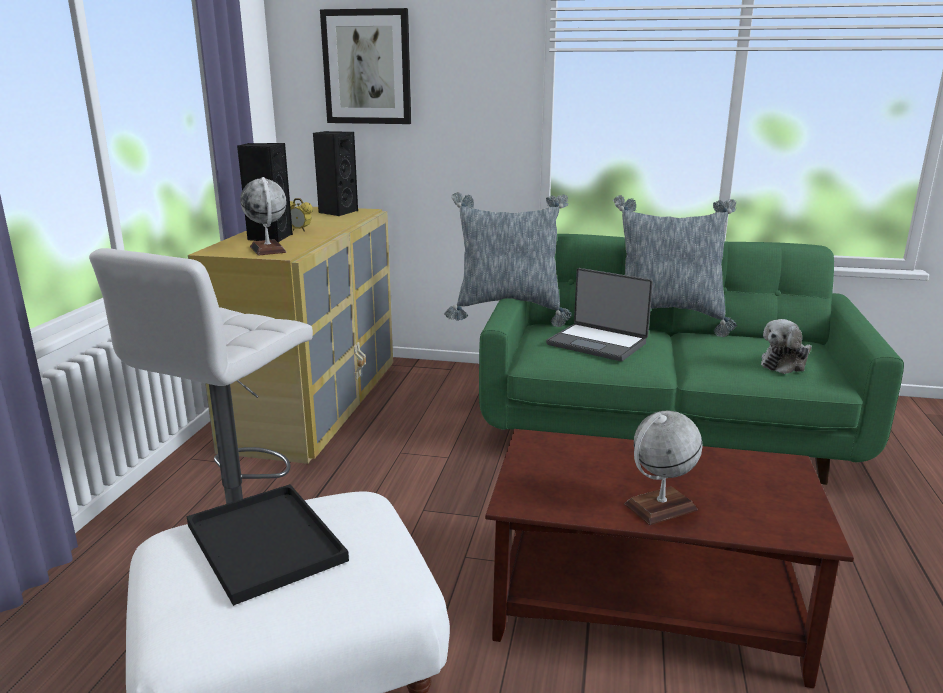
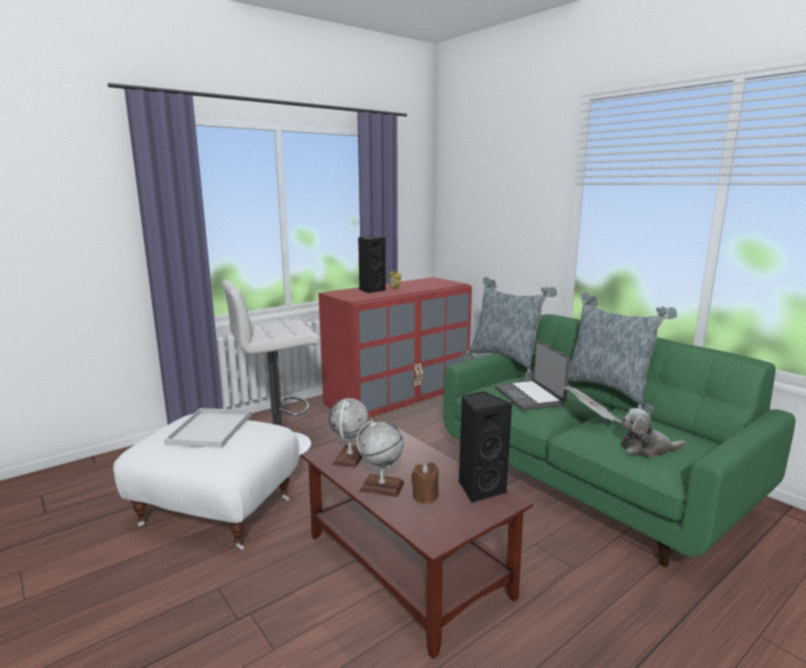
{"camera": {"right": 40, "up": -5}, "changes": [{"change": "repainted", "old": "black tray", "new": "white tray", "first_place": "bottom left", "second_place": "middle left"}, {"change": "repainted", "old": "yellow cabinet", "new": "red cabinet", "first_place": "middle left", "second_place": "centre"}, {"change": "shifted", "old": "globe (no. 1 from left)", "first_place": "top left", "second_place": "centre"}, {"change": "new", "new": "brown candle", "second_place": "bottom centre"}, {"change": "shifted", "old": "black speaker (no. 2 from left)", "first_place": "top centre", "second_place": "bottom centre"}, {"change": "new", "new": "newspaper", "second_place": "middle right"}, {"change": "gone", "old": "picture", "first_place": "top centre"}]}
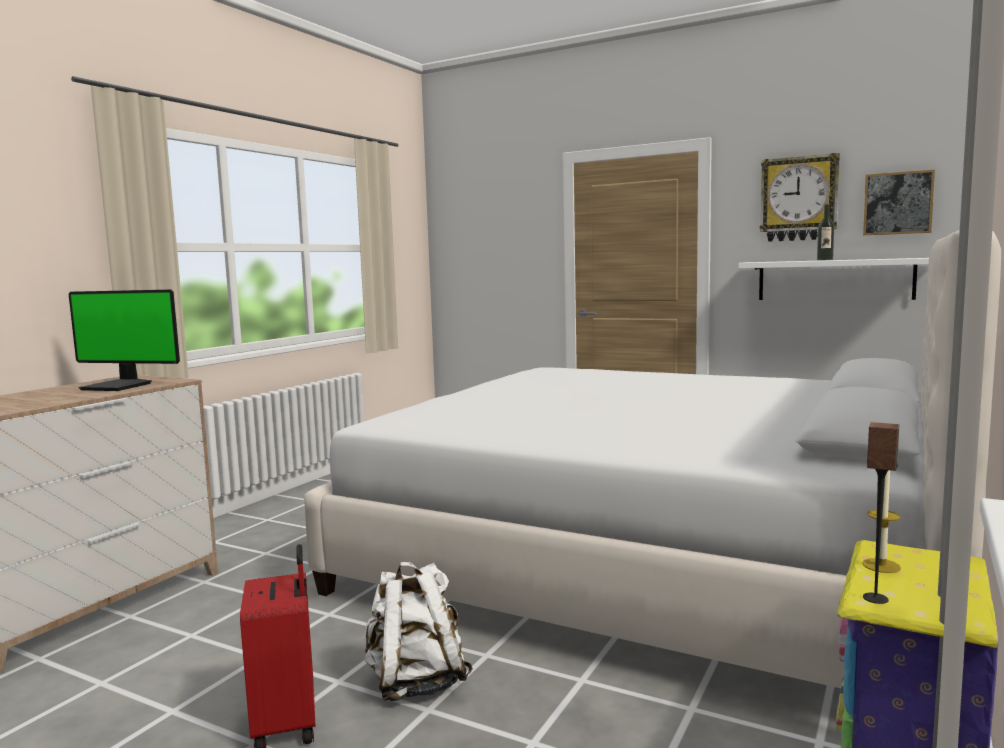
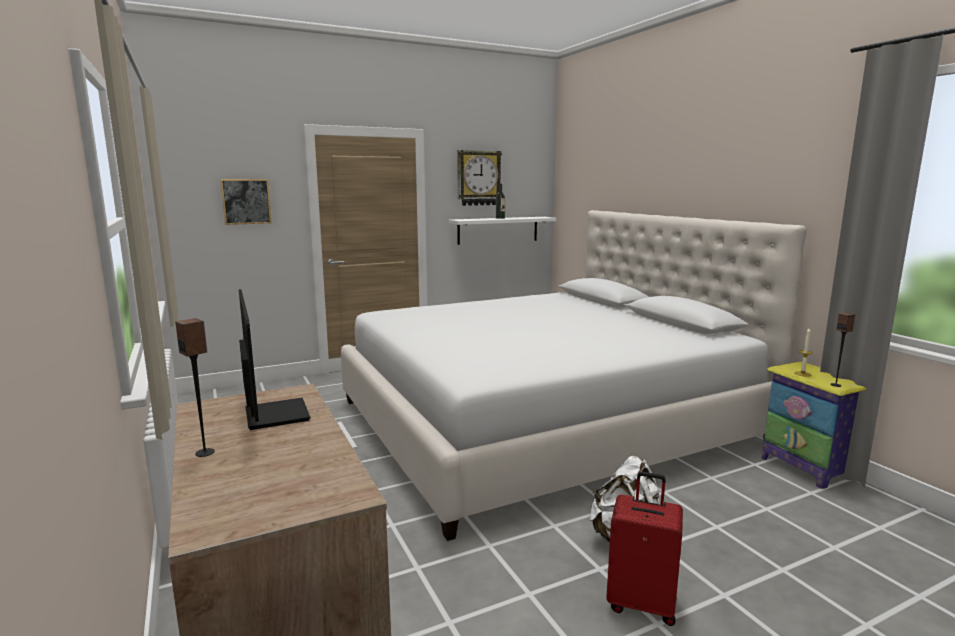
{"camera": {"right": -55, "up": 5}, "changes": [{"change": "new", "new": "speaker (no. 1 from left)", "second_place": "middle left"}, {"change": "shifted", "old": "picture", "first_place": "top right", "second_place": "top left"}, {"change": "rotated", "old": "monitor", "first_place": "middle left", "second_place": "middle left", "degrees": -75}]}
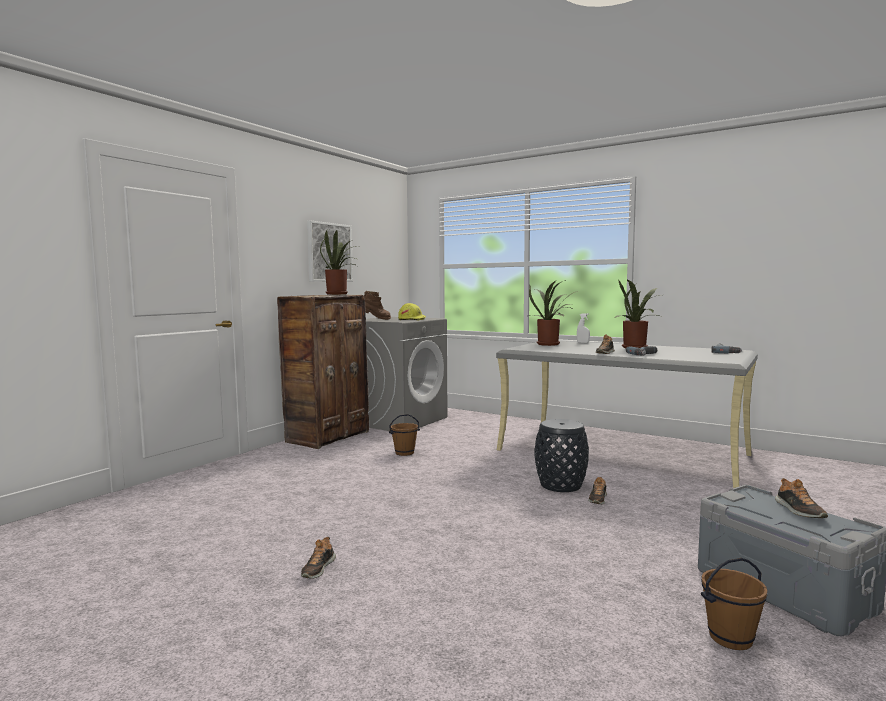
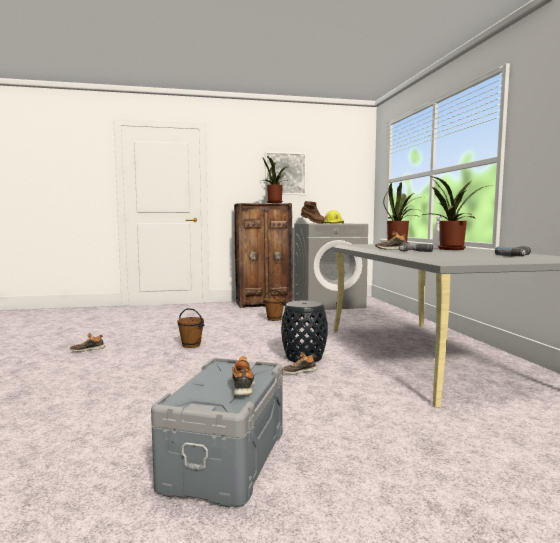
{"camera": {"right": 45, "up": 0}, "changes": [{"change": "shifted", "old": "brown bucket (no. 2 from left in the first image)", "new": "brown bucket (no. 1 from left)", "first_place": "bottom right", "second_place": "centre"}, {"change": "rotated", "old": "shoe (no. 4 from left in the first image)", "first_place": "bottom right", "second_place": "bottom centre", "degrees": 135}]}
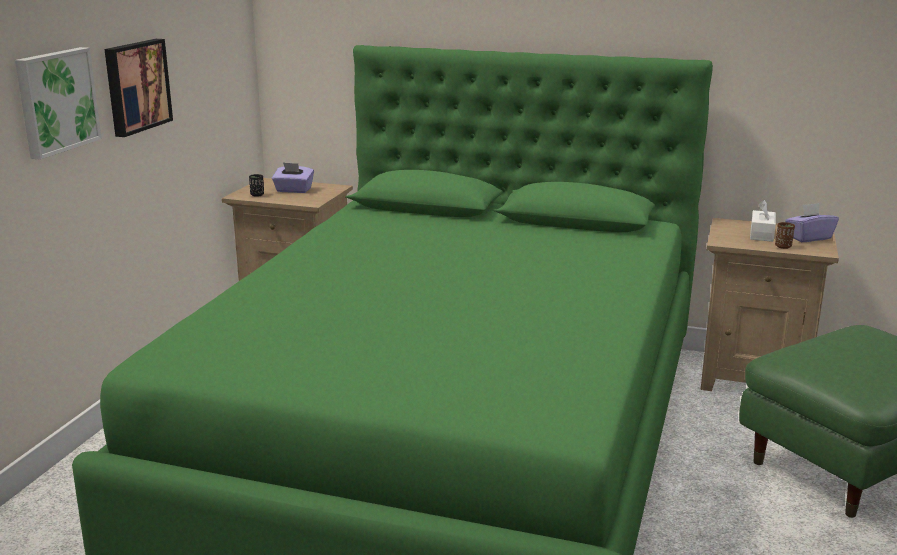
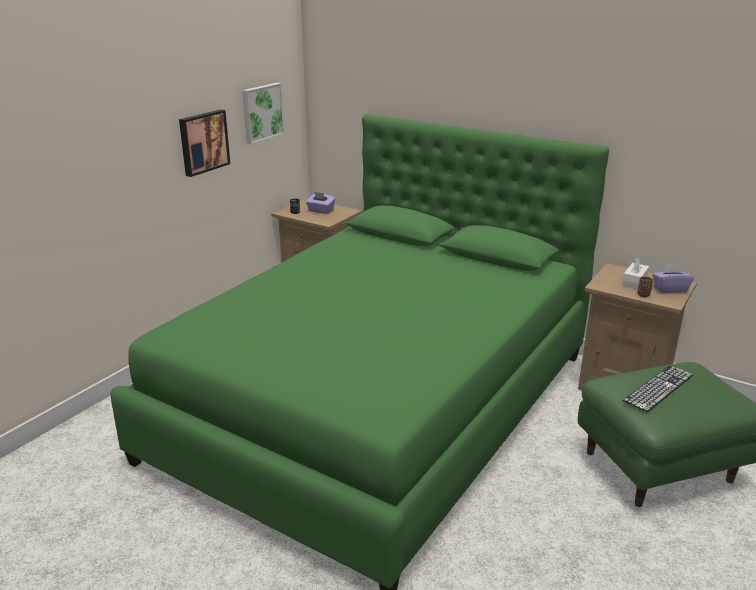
{"camera": {"right": 15, "up": 5}, "changes": [{"change": "shifted", "old": "picture (no. 1 from left in the first image)", "new": "picture (no. 2 from left)", "first_place": "top left", "second_place": "top centre"}, {"change": "new", "new": "keyboard", "second_place": "middle right"}]}
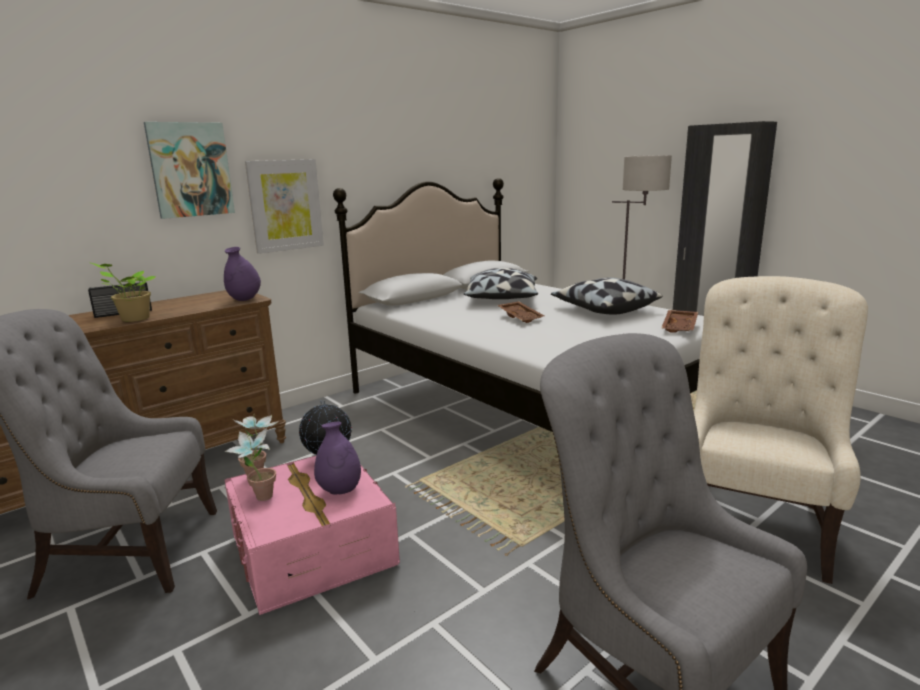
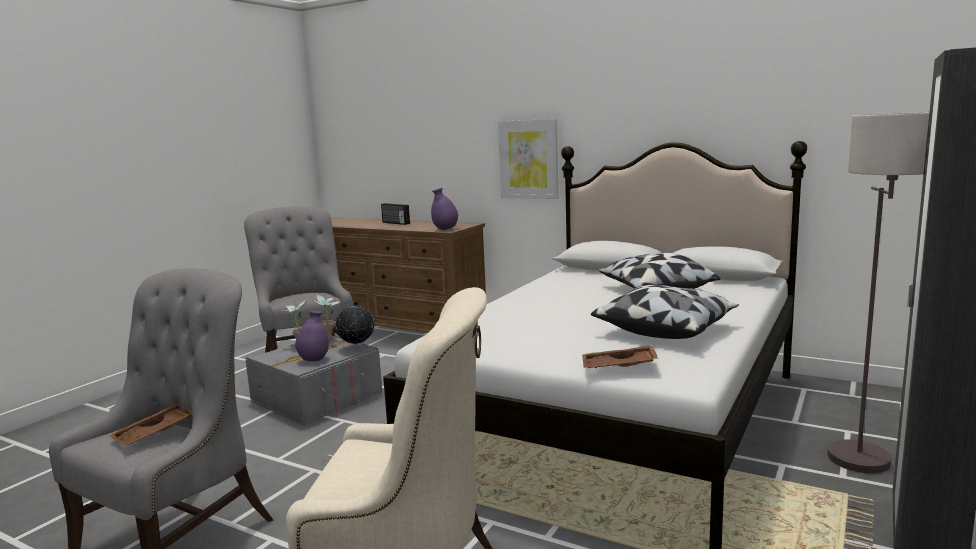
{"camera": {"right": 70, "up": -5}, "changes": [{"change": "shifted", "old": "brown tray (no. 1 from left)", "first_place": "centre", "second_place": "bottom left"}, {"change": "repainted", "old": "pink storage box", "new": "grey storage box", "first_place": "bottom centre", "second_place": "bottom left"}, {"change": "gone", "old": "potted plant (no. 1 from left)", "first_place": "middle left"}, {"change": "gone", "old": "picture (no. 1 from left)", "first_place": "top left"}]}
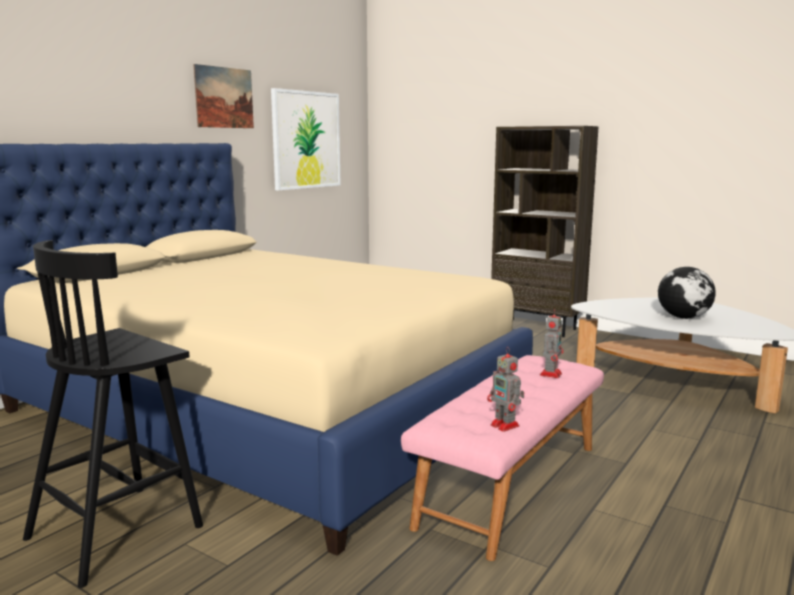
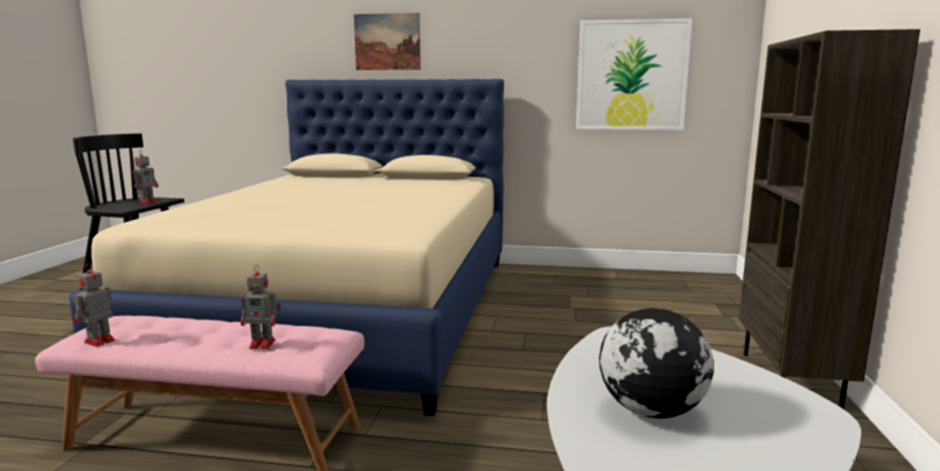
{"camera": {"right": 65, "up": 0}, "changes": [{"change": "new", "new": "toy robot (no. 2 from left)", "second_place": "middle left"}, {"change": "shifted", "old": "picture (no. 1 from left)", "first_place": "top left", "second_place": "top centre"}]}
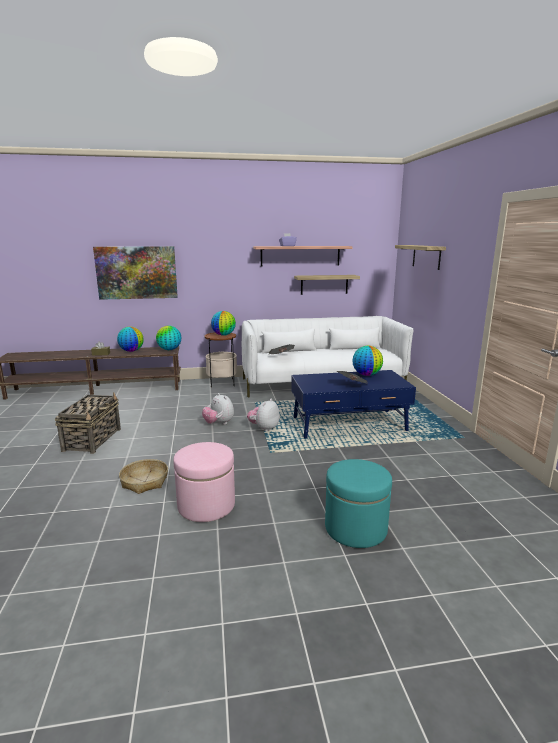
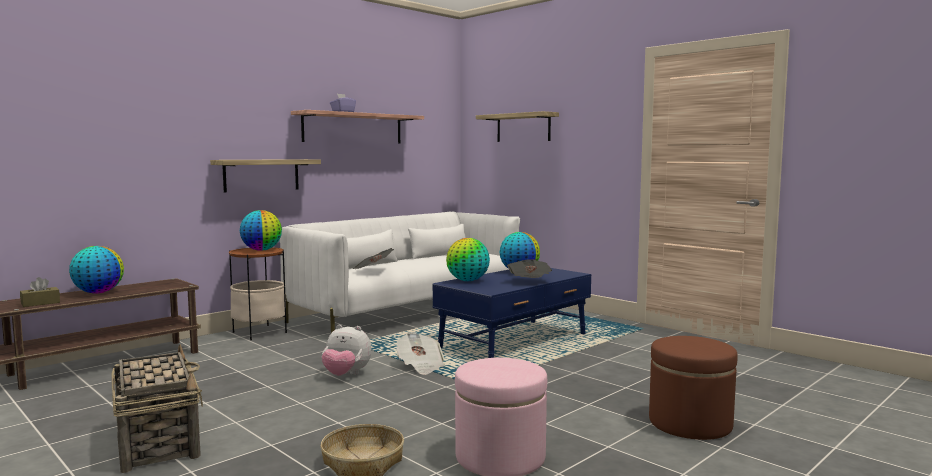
{"camera": {"right": -35, "up": -10}, "changes": [{"change": "shifted", "old": "shelf (no. 2 from left in the first image)", "new": "shelf (no. 1 from left)", "first_place": "centre", "second_place": "middle left"}, {"change": "swapped", "old": "plush toy (no. 2 from left)", "new": "newspaper (no. 2 from left)", "first_place": "centre", "second_place": "bottom centre"}, {"change": "shifted", "old": "globe (no. 2 from left in the first image)", "new": "globe (no. 3 from left)", "first_place": "middle left", "second_place": "centre"}, {"change": "repainted", "old": "turquoise ottoman", "new": "brown ottoman", "first_place": "bottom centre", "second_place": "bottom right"}, {"change": "gone", "old": "picture", "first_place": "middle left"}]}
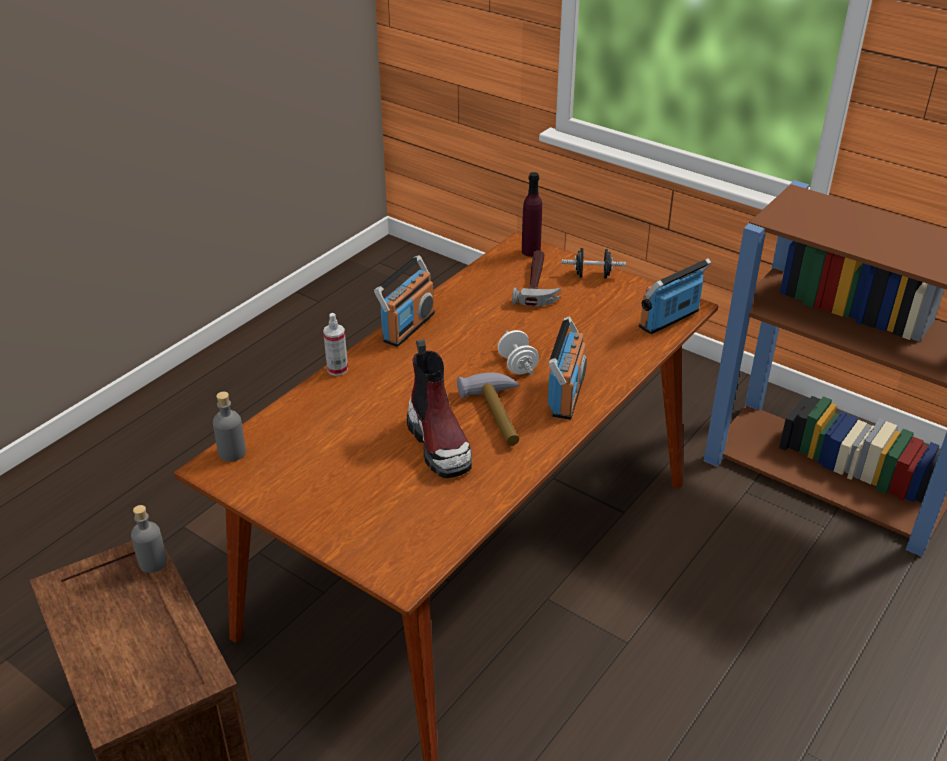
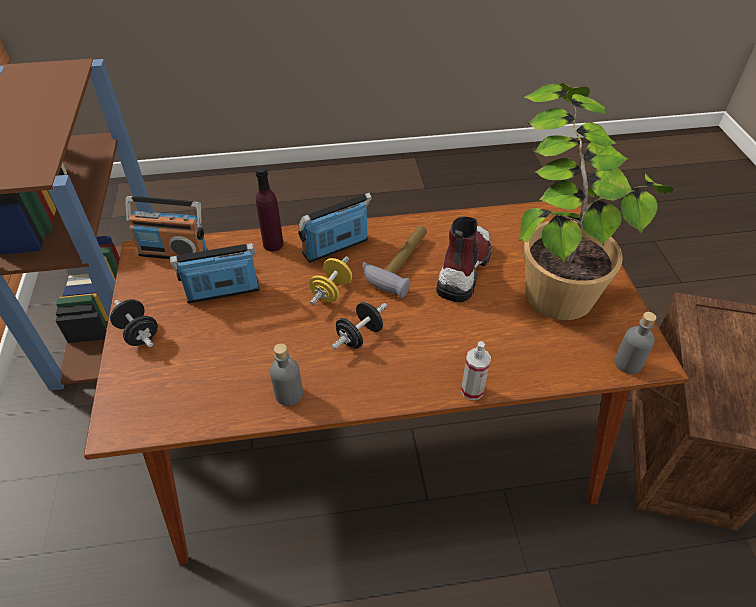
{"camera": {"right": -135, "up": 10}, "changes": [{"change": "shifted", "old": "radio (no. 1 from left in the first image)", "new": "radio (no. 2 from left)", "first_place": "centre", "second_place": "middle left"}, {"change": "shifted", "old": "purple bottle", "first_place": "top centre", "second_place": "centre"}, {"change": "shifted", "old": "grey bottle (no. 1 from left)", "first_place": "bottom left", "second_place": "centre"}, {"change": "repainted", "old": "white dumbbell", "new": "yellow dumbbell", "first_place": "centre", "second_place": "centre"}, {"change": "new", "new": "black dumbbell (no. 2 from left)", "second_place": "centre"}, {"change": "new", "new": "potted plant", "second_place": "top right"}, {"change": "gone", "old": "hammer (no. 2 from left)", "first_place": "centre"}]}
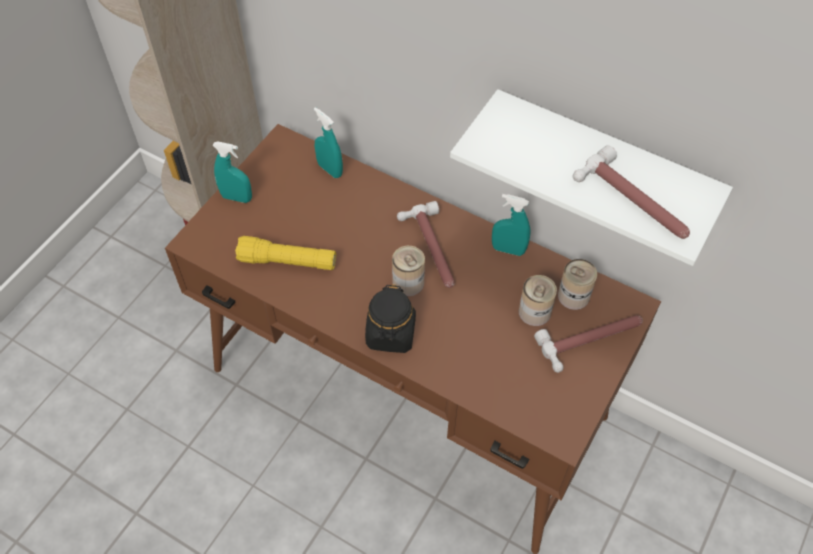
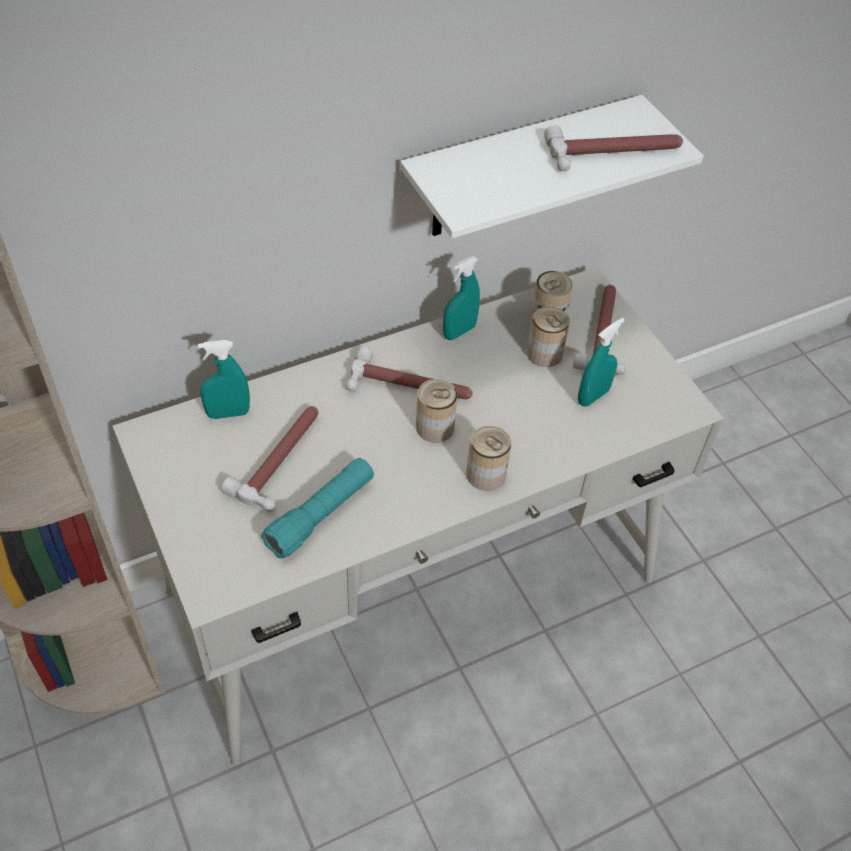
{"camera": {"right": -60, "up": -5}, "changes": [{"change": "repainted", "old": "brown desk", "new": "white desk", "first_place": "centre", "second_place": "centre"}, {"change": "new", "new": "hammer (no. 1 from left)", "second_place": "middle left"}, {"change": "repainted", "old": "yellow flashlight", "new": "turquoise flashlight", "first_place": "centre", "second_place": "centre"}, {"change": "swapped", "old": "black jar", "new": "can (no. 2 from left)", "first_place": "centre", "second_place": "centre"}, {"change": "shifted", "old": "turquoise spray bottle (no. 1 from left in the first image)", "new": "turquoise spray bottle (no. 3 from left)", "first_place": "top left", "second_place": "middle right"}]}
